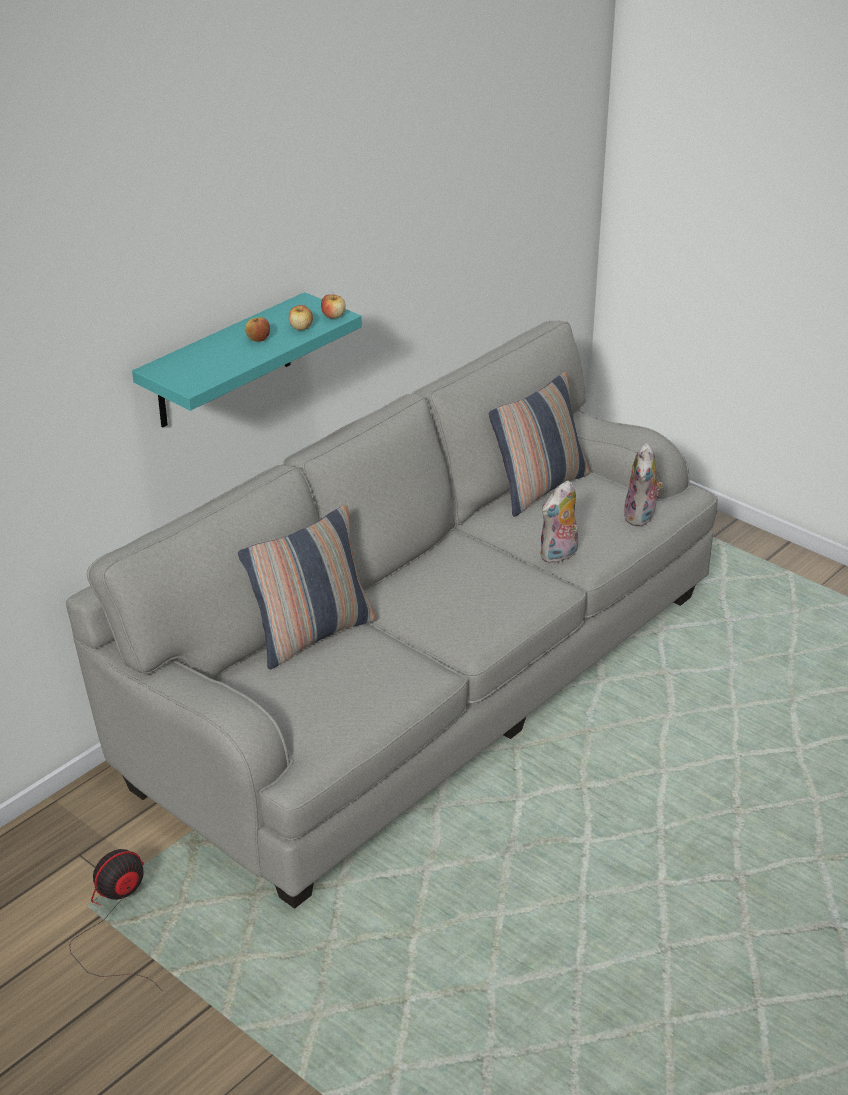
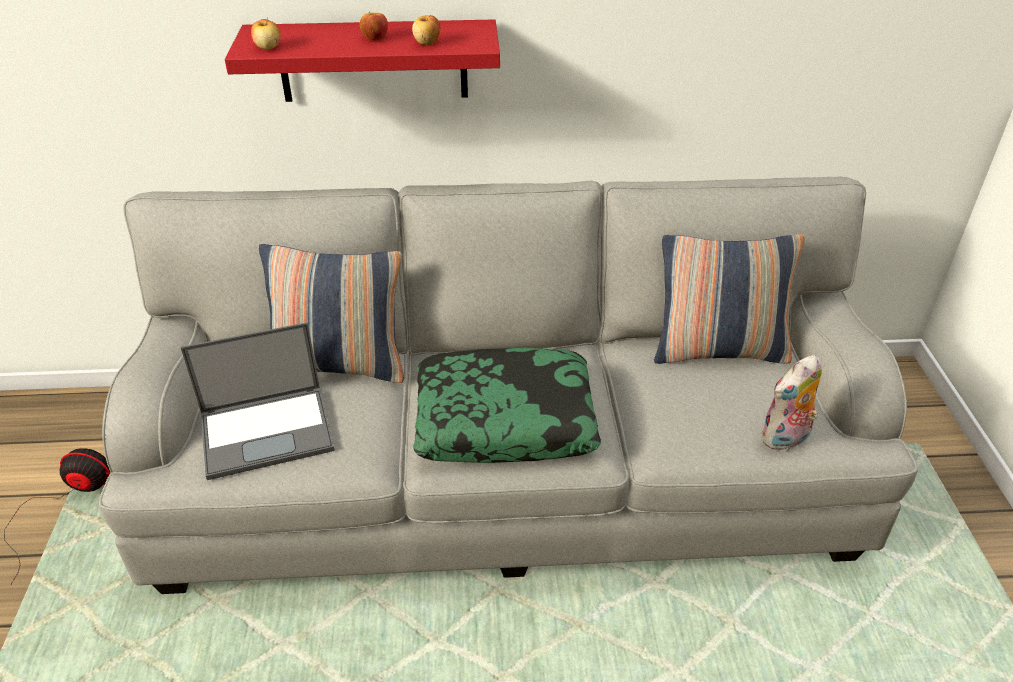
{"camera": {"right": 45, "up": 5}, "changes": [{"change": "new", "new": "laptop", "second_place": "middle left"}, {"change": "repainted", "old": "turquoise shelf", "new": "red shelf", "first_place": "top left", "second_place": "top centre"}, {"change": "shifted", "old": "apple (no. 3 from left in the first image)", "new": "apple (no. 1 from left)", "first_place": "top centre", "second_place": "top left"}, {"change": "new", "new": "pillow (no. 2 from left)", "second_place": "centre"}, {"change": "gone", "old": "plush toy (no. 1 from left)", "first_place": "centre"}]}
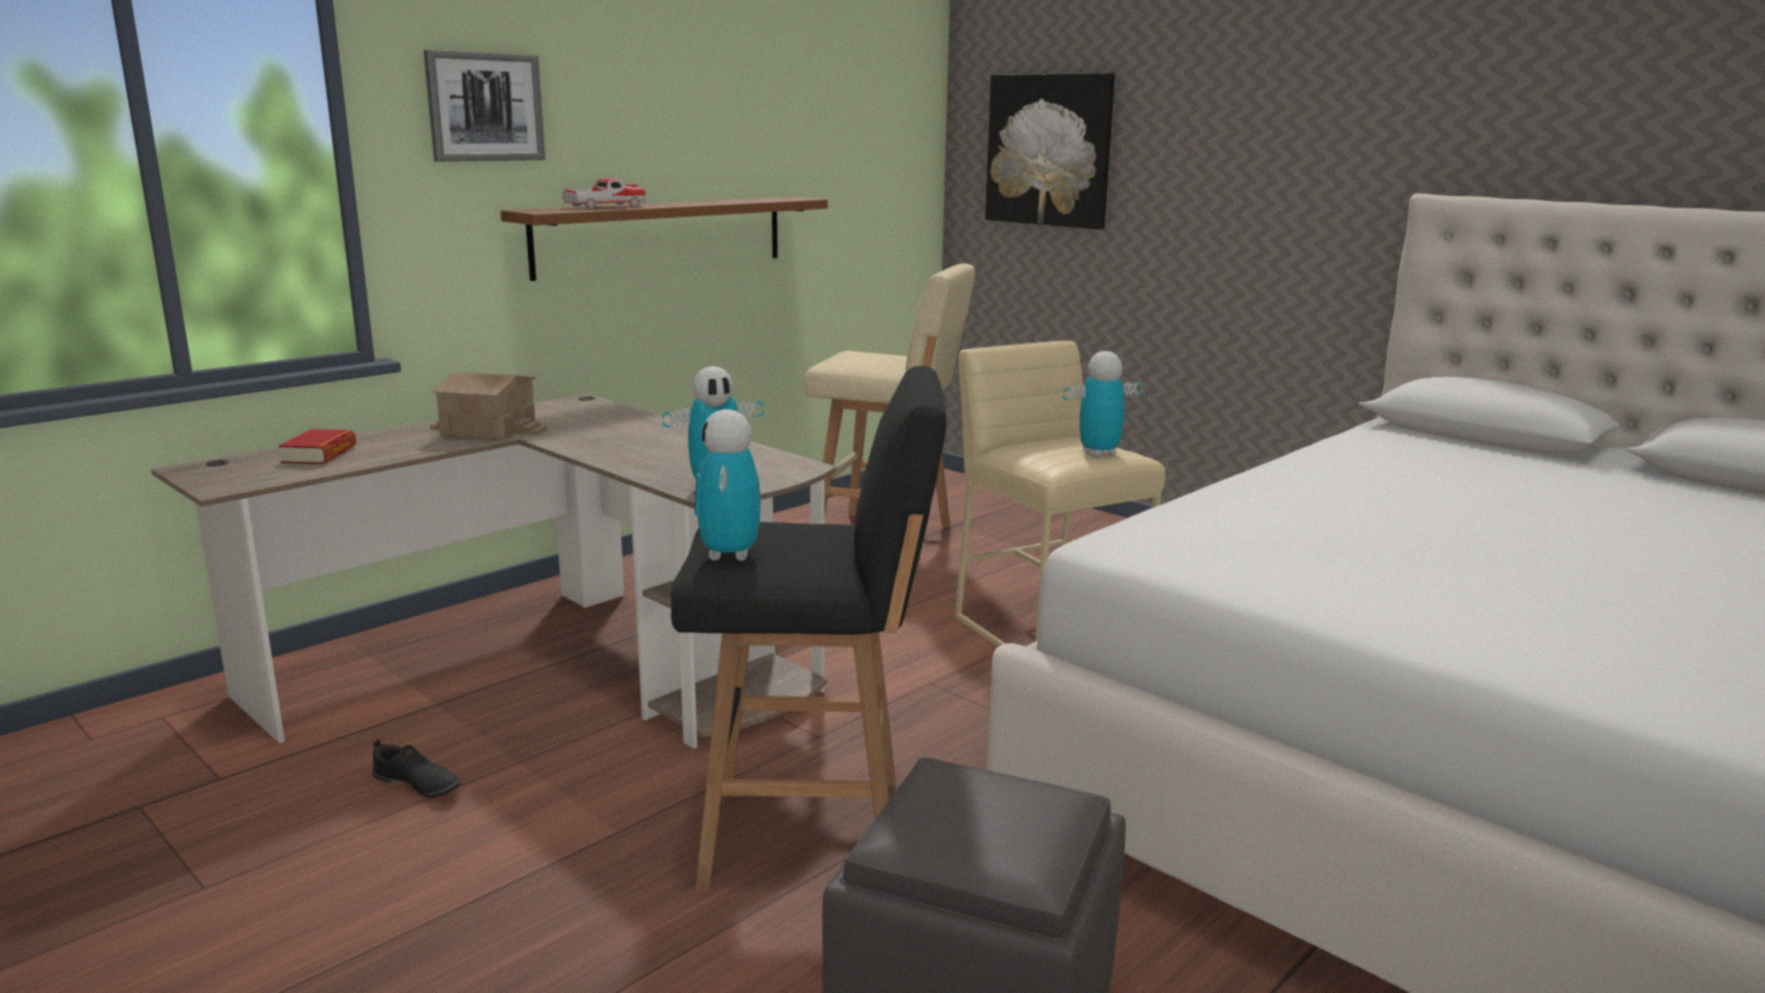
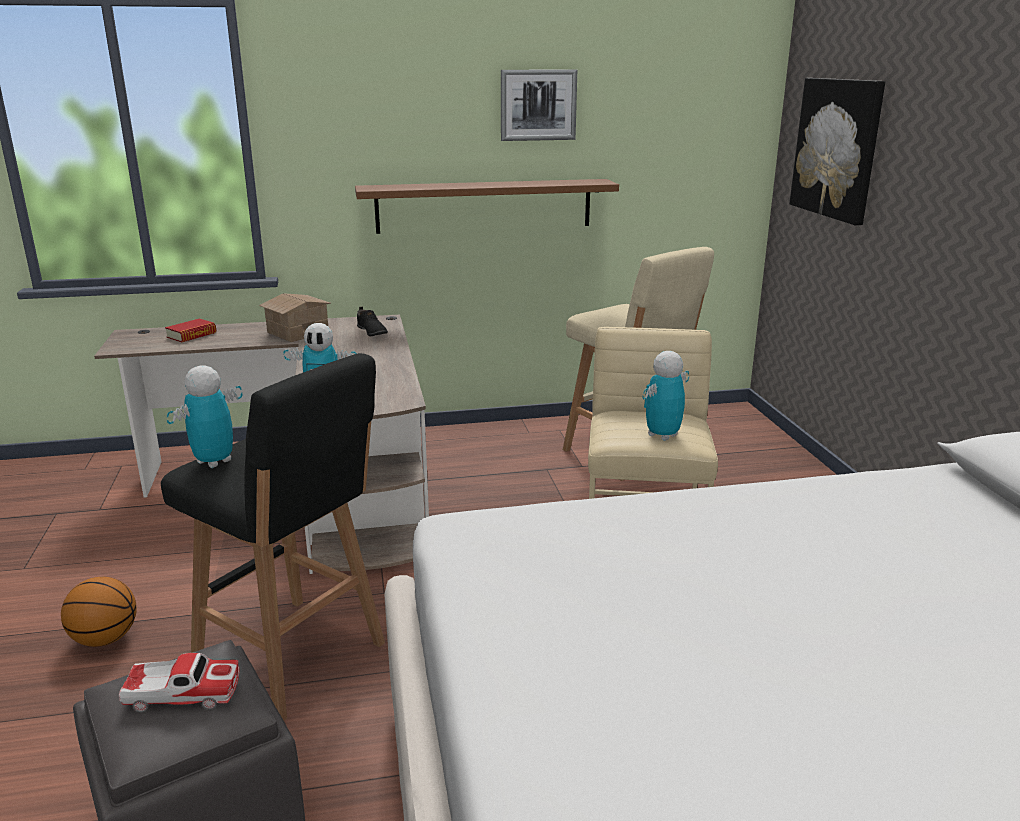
{"camera": {"right": 35, "up": 5}, "changes": [{"change": "new", "new": "basketball", "second_place": "bottom left"}, {"change": "shifted", "old": "toy car", "first_place": "top centre", "second_place": "bottom left"}, {"change": "shifted", "old": "black shoe", "first_place": "bottom left", "second_place": "centre"}, {"change": "shifted", "old": "picture (no. 1 from left)", "first_place": "top left", "second_place": "top centre"}, {"change": "rotated", "old": "toy robot (no. 3 from left)", "first_place": "centre", "second_place": "centre", "degrees": -60}]}
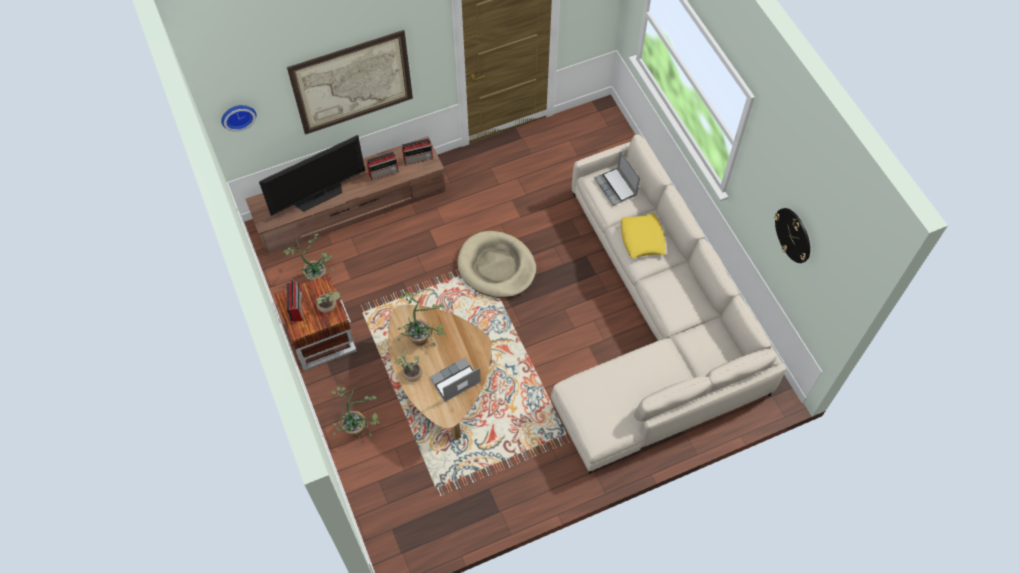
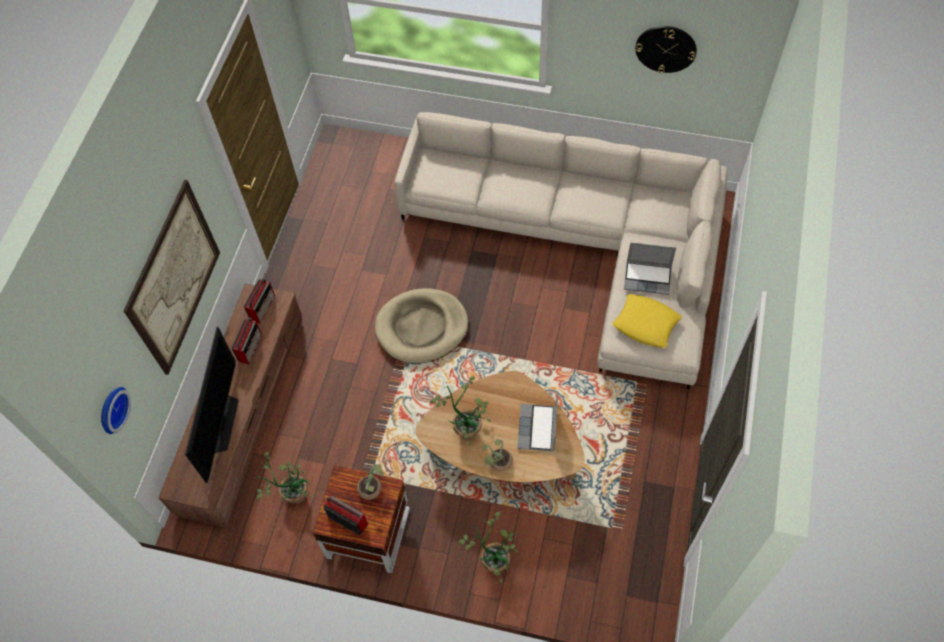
{"camera": {"right": -50, "up": 0}, "changes": [{"change": "shifted", "old": "yellow pillow", "first_place": "centre", "second_place": "middle right"}, {"change": "shifted", "old": "laptop (no. 2 from left)", "first_place": "top centre", "second_place": "middle right"}]}
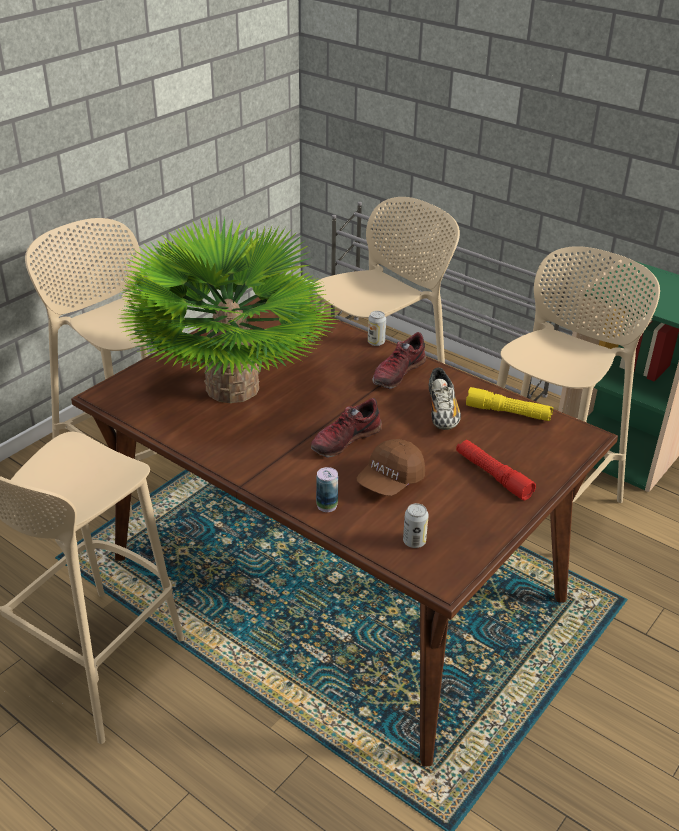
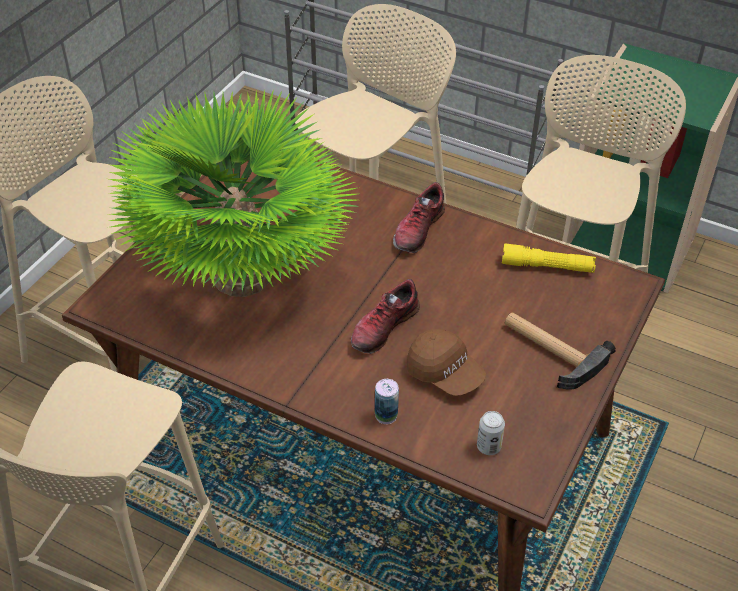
{"camera": {"right": -10, "up": 10}, "changes": [{"change": "rotated", "old": "brown cap", "first_place": "centre", "second_place": "centre", "degrees": -75}, {"change": "swapped", "old": "red flashlight", "new": "hammer", "first_place": "middle right", "second_place": "middle right"}, {"change": "gone", "old": "can (no. 2 from left)", "first_place": "centre"}, {"change": "gone", "old": "shoe (no. 3 from left)", "first_place": "centre"}]}
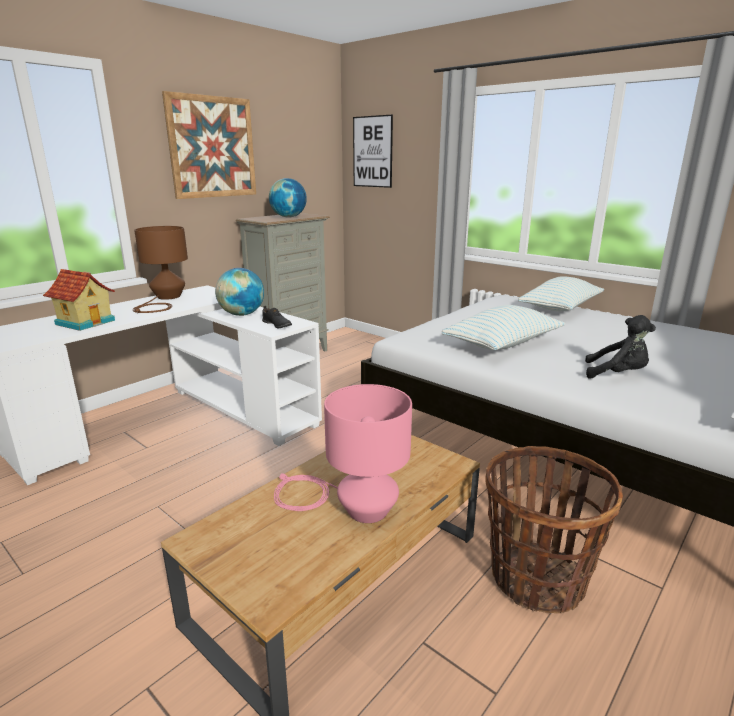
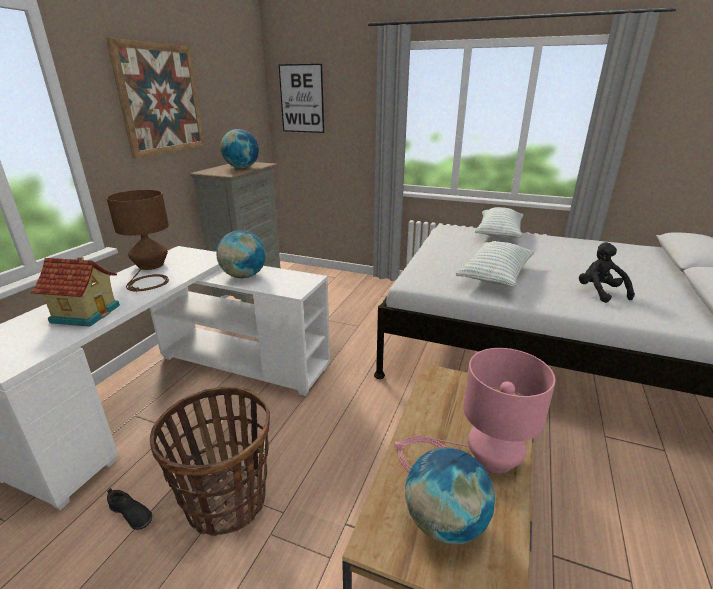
{"camera": {"right": -20, "up": 5}, "changes": [{"change": "shifted", "old": "black shoe", "first_place": "centre", "second_place": "bottom left"}, {"change": "shifted", "old": "basket", "first_place": "bottom right", "second_place": "bottom left"}, {"change": "new", "new": "globe (no. 3 from left)", "second_place": "bottom centre"}, {"change": "rotated", "old": "black plush toy", "first_place": "middle right", "second_place": "middle right", "degrees": -105}]}
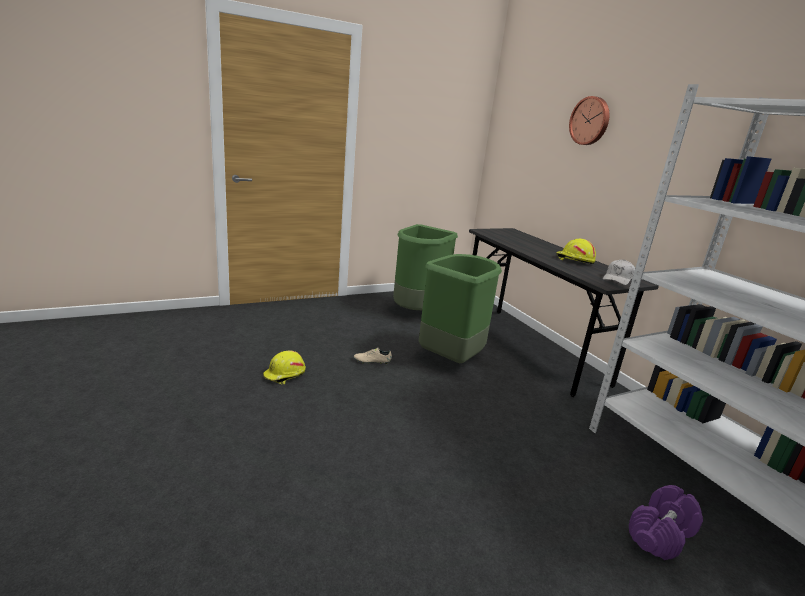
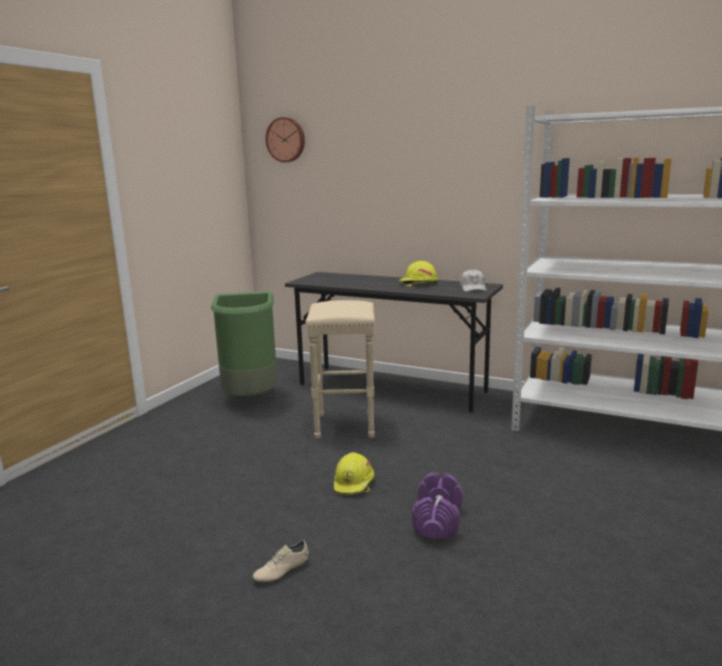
{"camera": {"right": -35, "up": -5}, "changes": [{"change": "shifted", "old": "beige shoe", "first_place": "centre", "second_place": "bottom centre"}, {"change": "shifted", "old": "wall clock", "first_place": "top right", "second_place": "top centre"}, {"change": "swapped", "old": "green trash can (no. 2 from left)", "new": "beige stool", "first_place": "centre", "second_place": "centre"}, {"change": "shifted", "old": "yellow hard hat (no. 1 from left)", "first_place": "centre", "second_place": "bottom centre"}, {"change": "shifted", "old": "purple dumbbell", "first_place": "bottom right", "second_place": "bottom centre"}]}
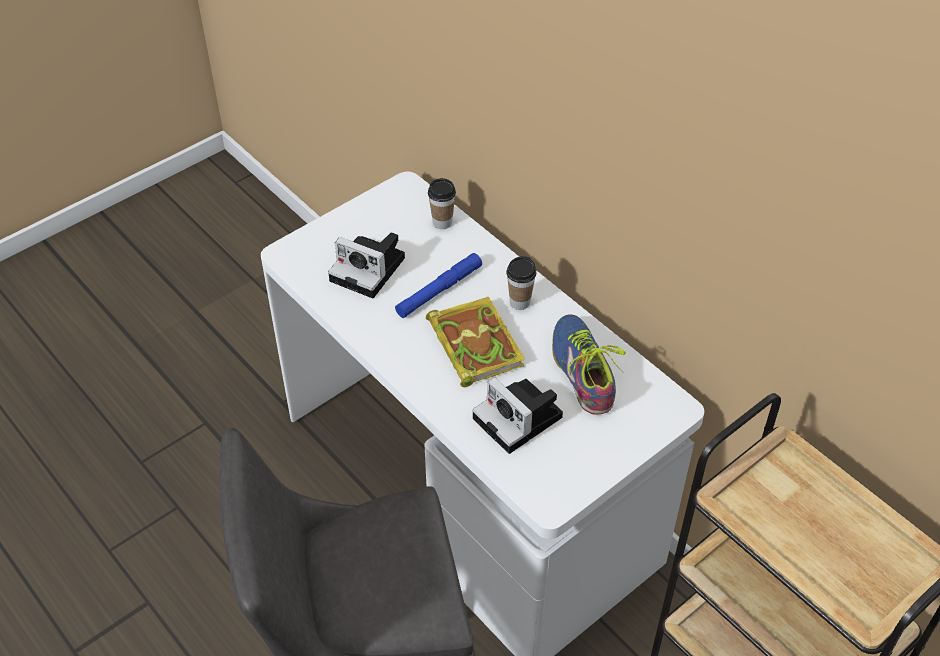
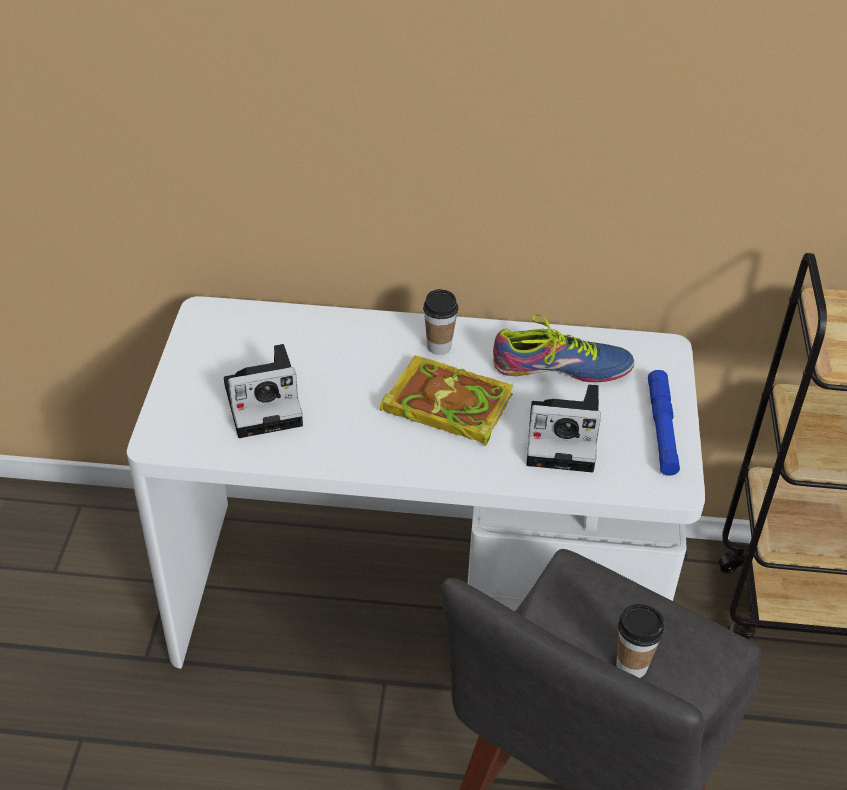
{"camera": {"right": -45, "up": -5}, "changes": [{"change": "rotated", "old": "shoe", "first_place": "centre", "second_place": "centre", "degrees": 150}, {"change": "shifted", "old": "cup (no. 1 from left in the first image)", "new": "cup (no. 2 from left)", "first_place": "top centre", "second_place": "bottom right"}, {"change": "shifted", "old": "blue flashlight", "first_place": "centre", "second_place": "middle right"}]}
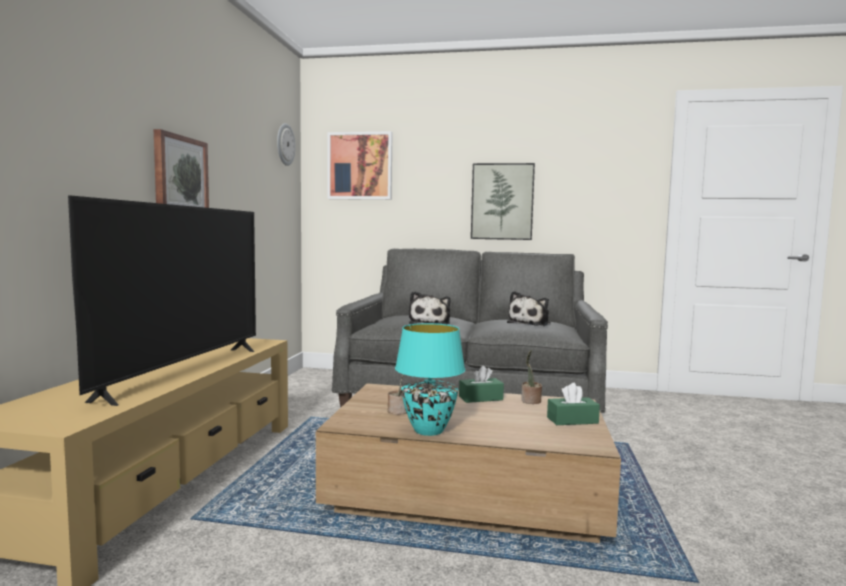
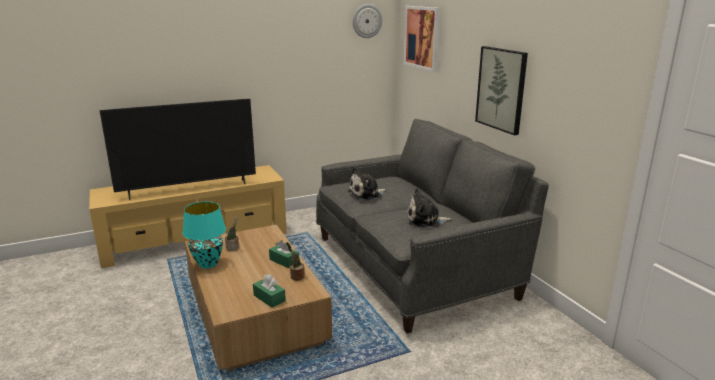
{"camera": {"right": 55, "up": 15}, "changes": [{"change": "gone", "old": "picture (no. 1 from left)", "first_place": "top left"}]}
